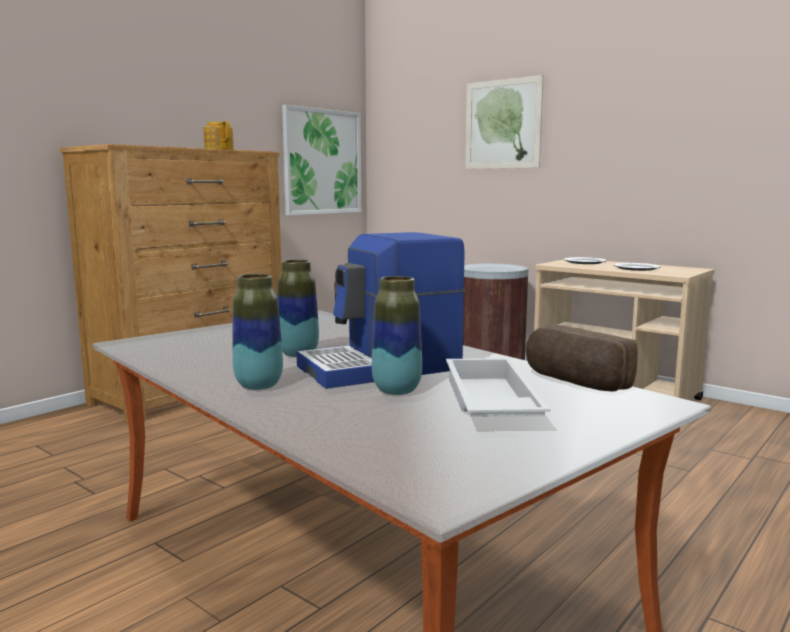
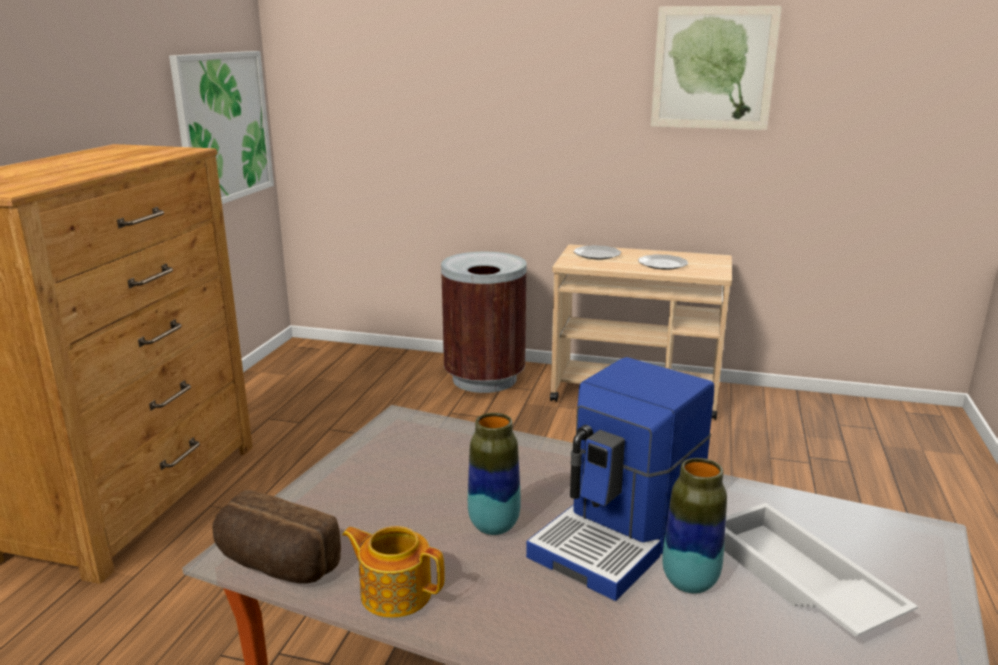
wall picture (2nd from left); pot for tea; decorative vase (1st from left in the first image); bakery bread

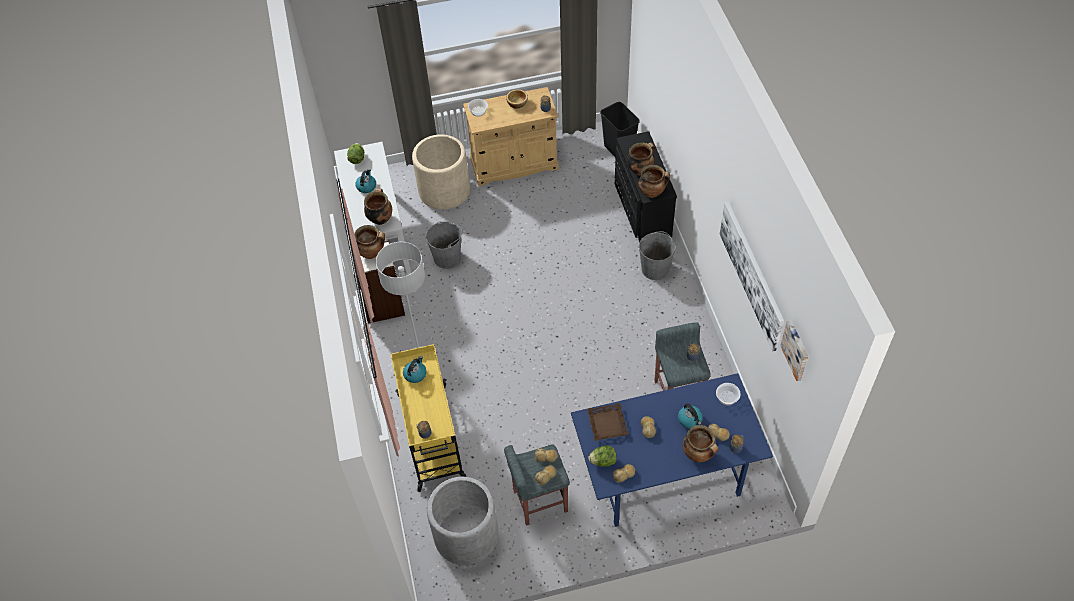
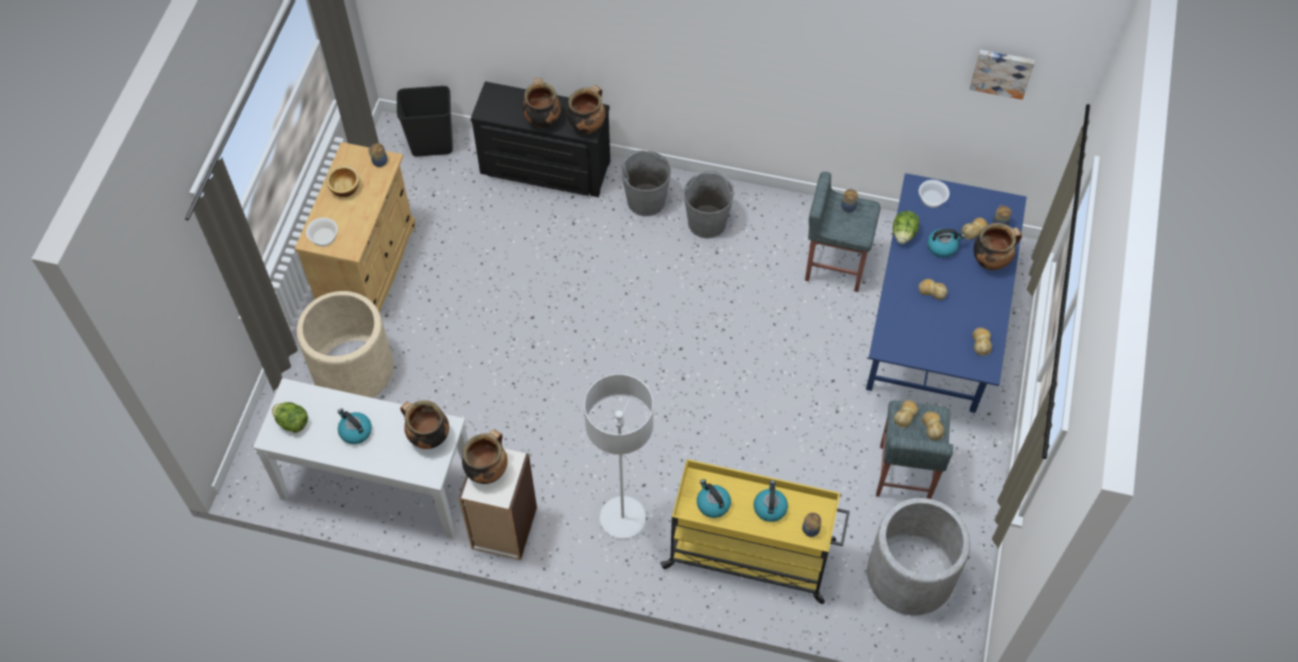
wall picture (1st from left in the first image); greyish water bucket (2nd from left); brownish tray; lettuce head (2nd from left); kettle (3rd from left)

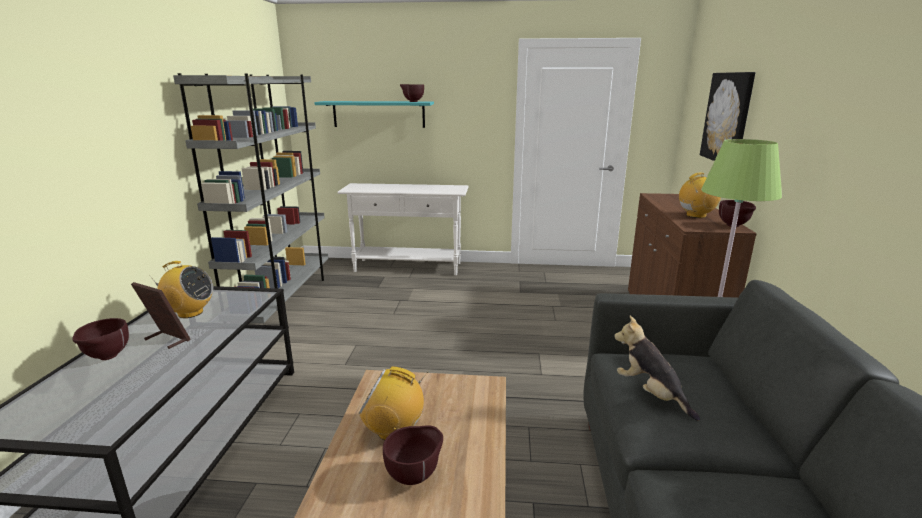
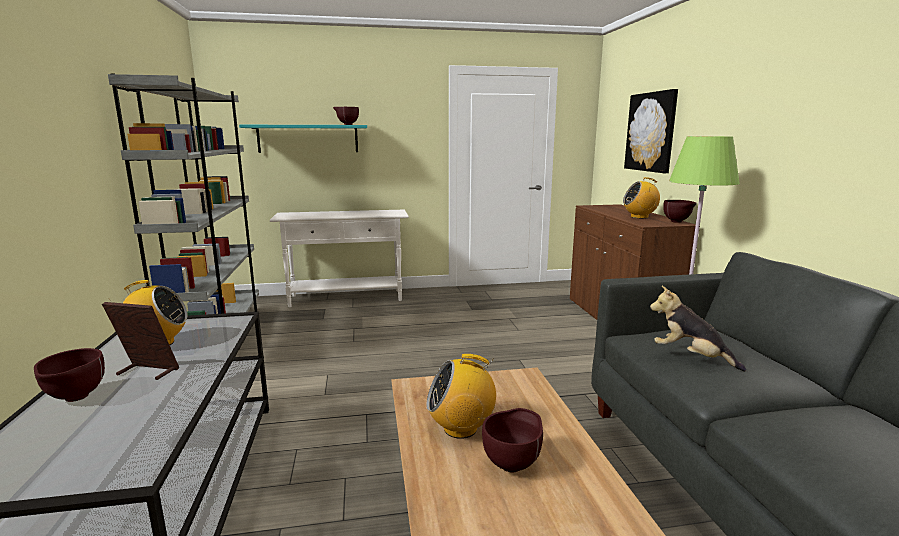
radio (3rd from left)

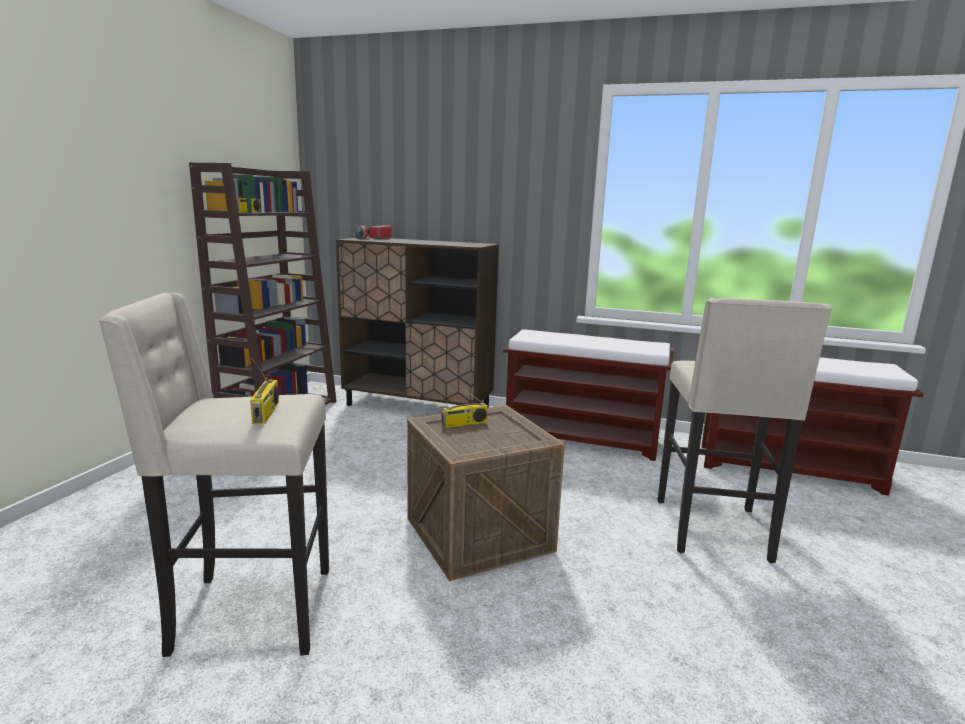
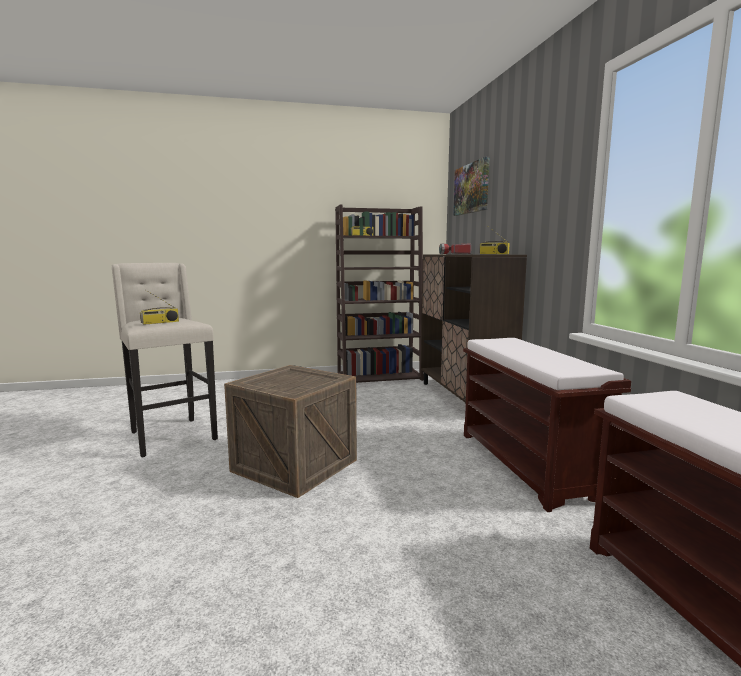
beige stool seat (2nd from left in the first image); radio (3rd from left); wall picture

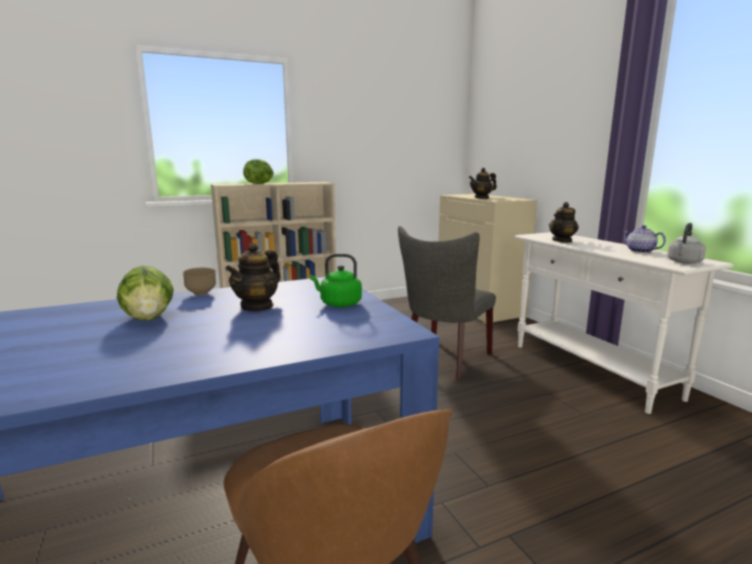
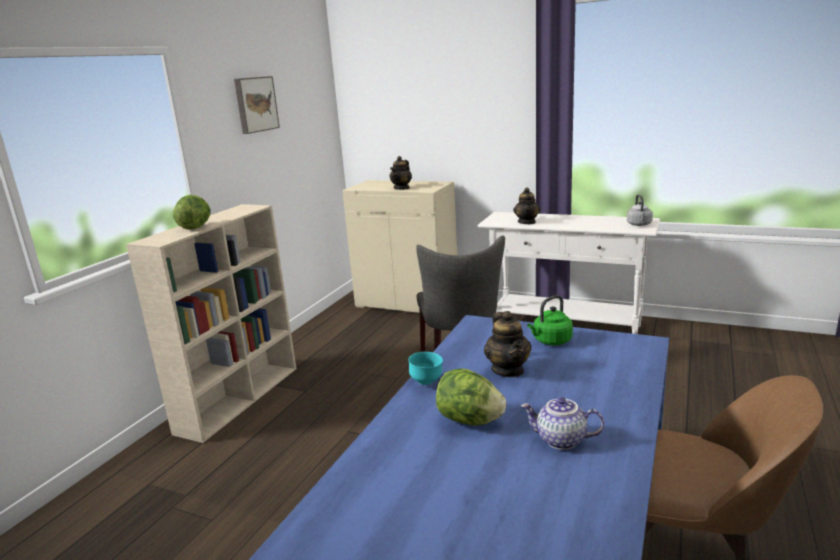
pot for tea (4th from left); turquoise-coloured deep dish; wall picture

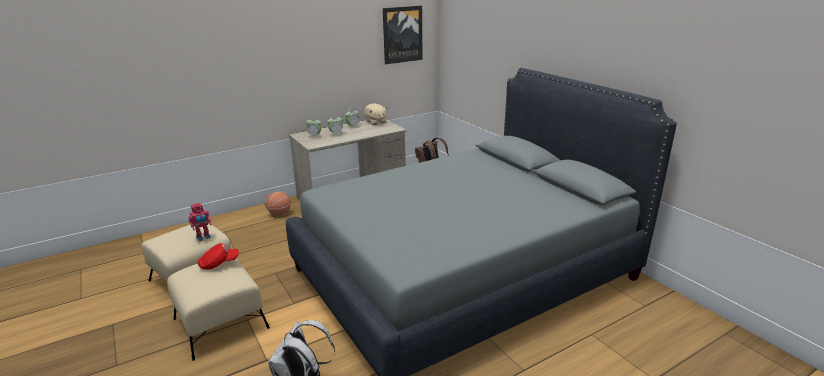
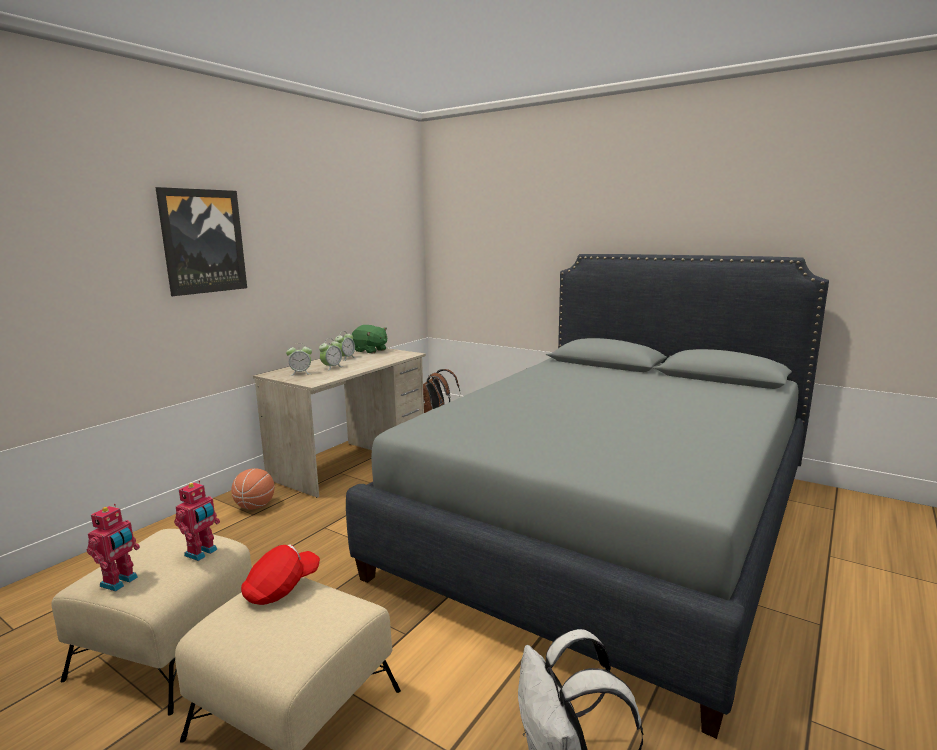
wall picture; greenish cuddly toy; robot figure (1st from left)

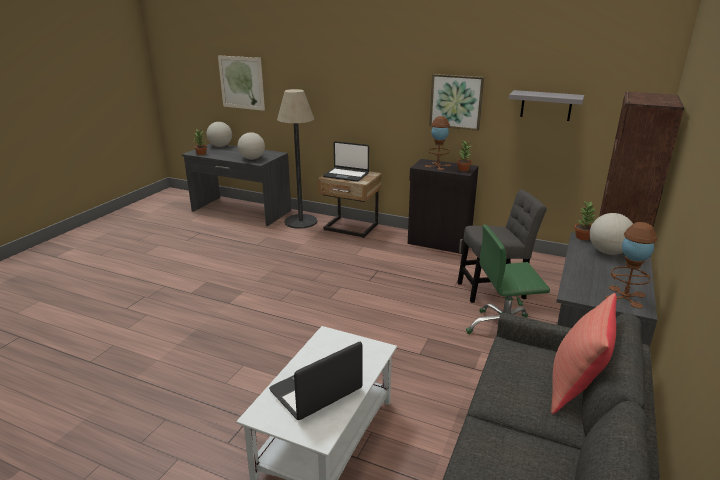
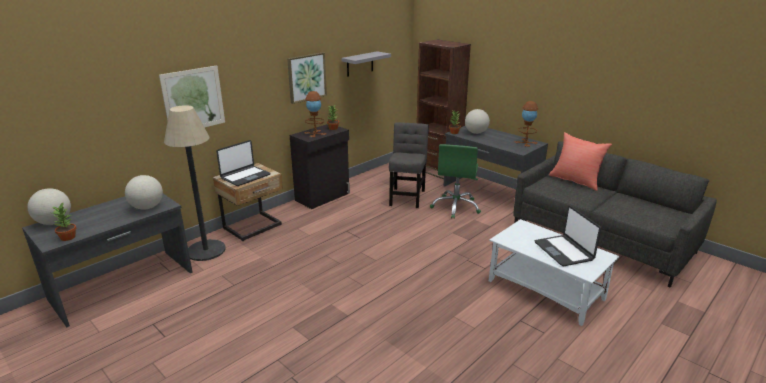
wall picture (1st from left)

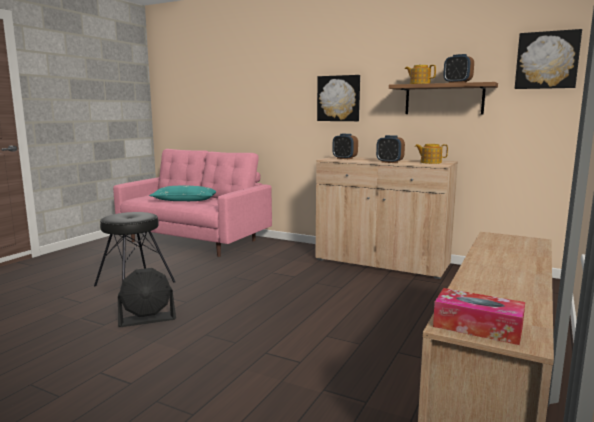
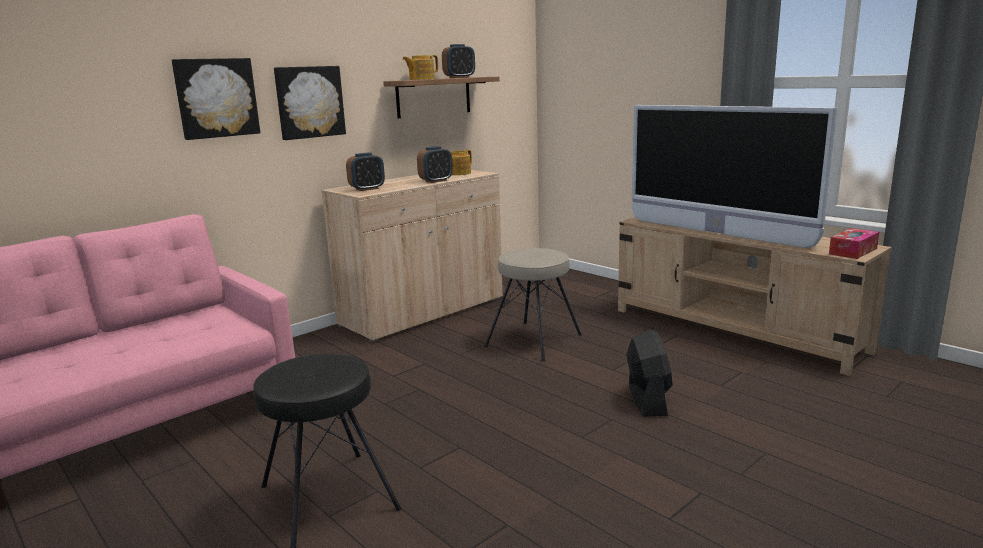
wall picture (1st from left); turquoise-coloured cushion; black-coloured cooling fan; TV; beige stool seat

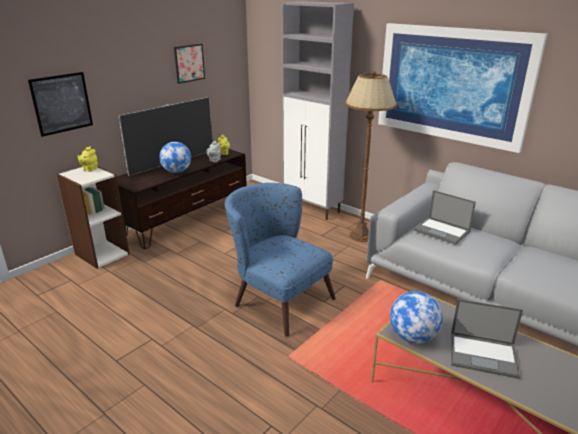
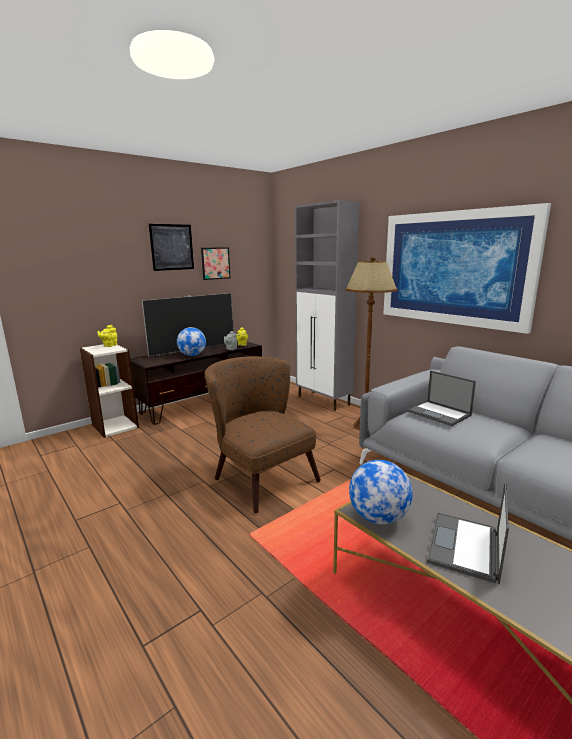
wall picture (1st from left); brownish lounge chair; laptop (2nd from left)

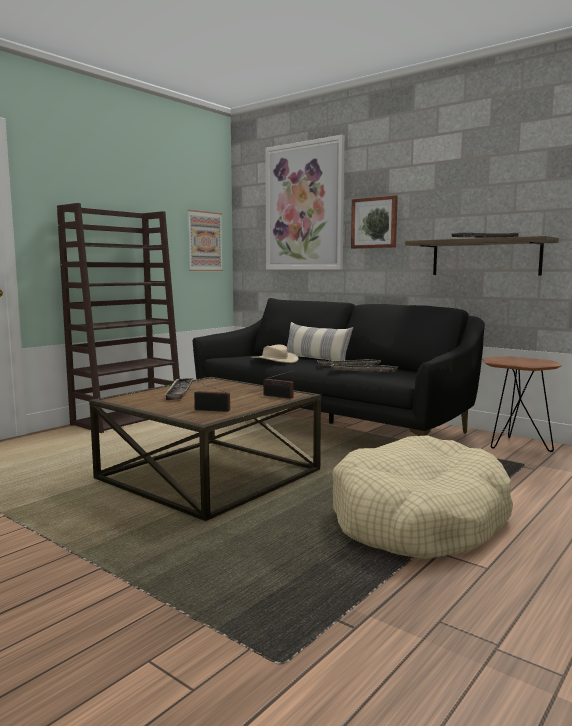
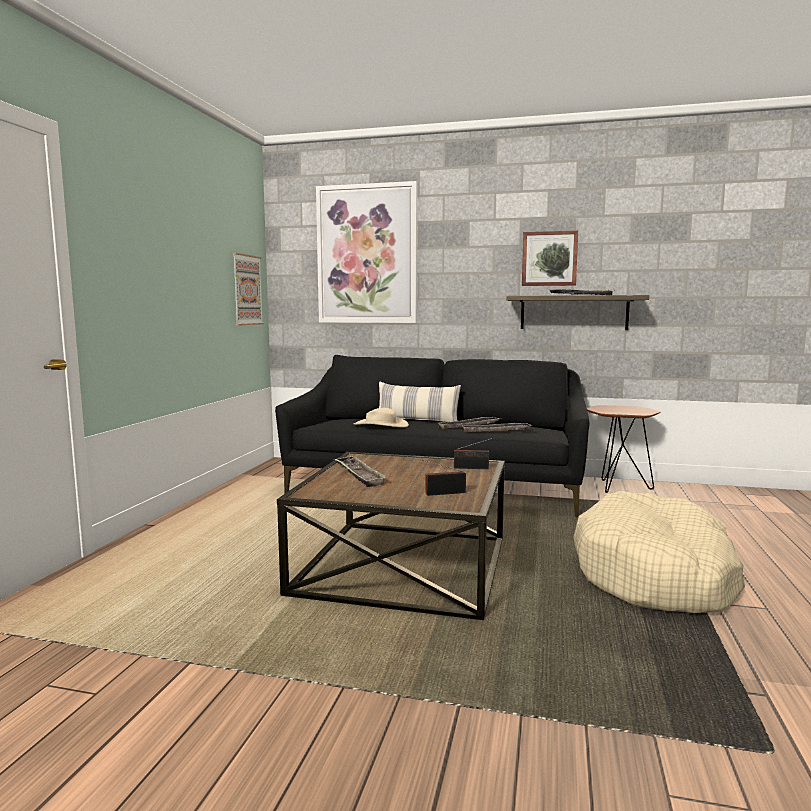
wall picture (3rd from left); brownish bookcase

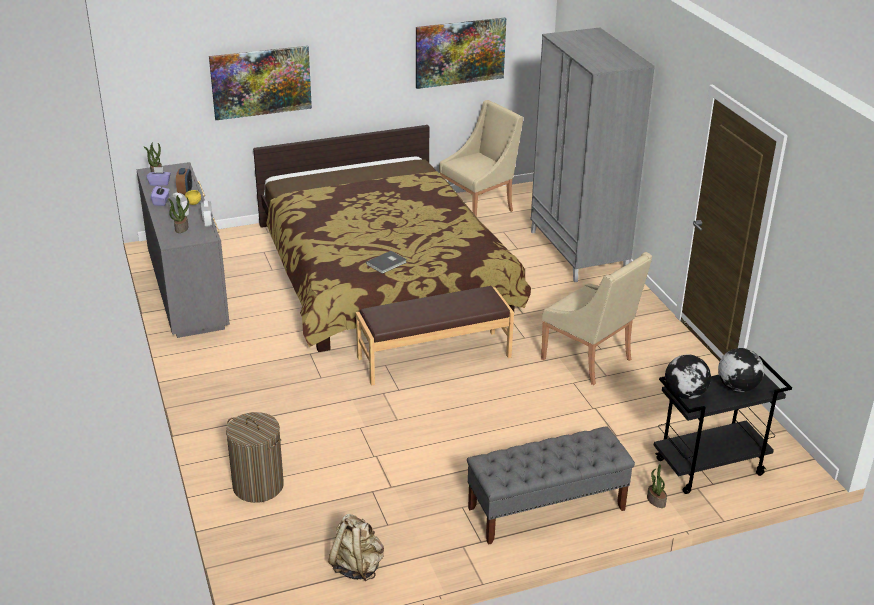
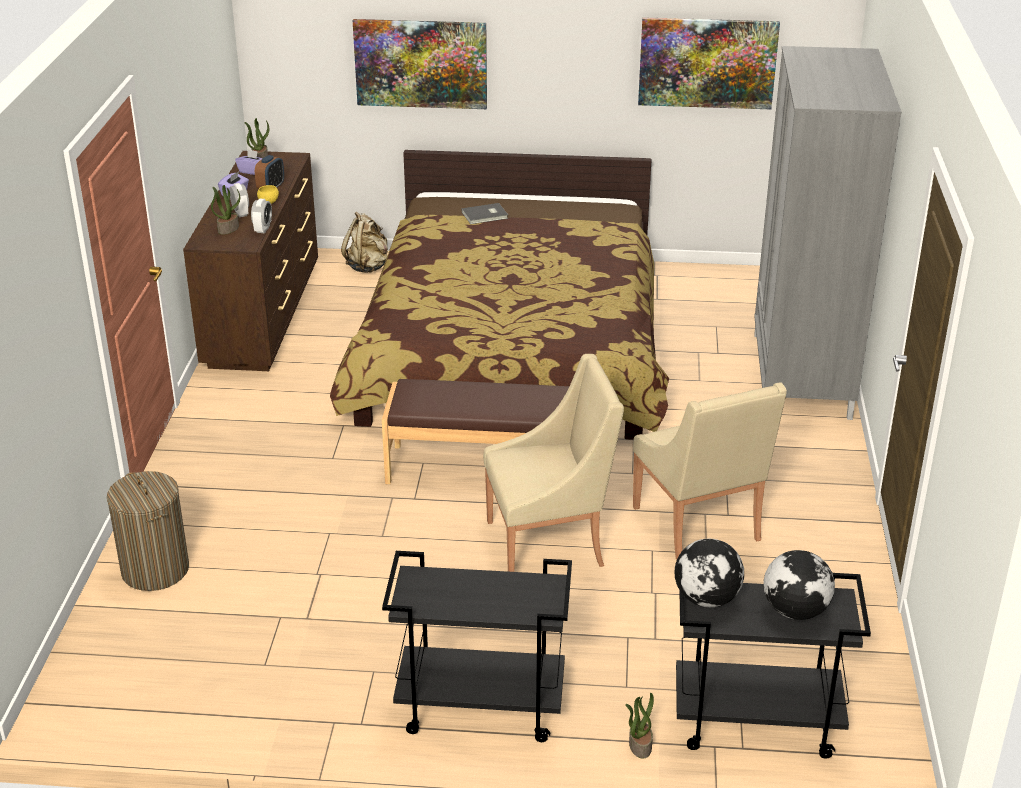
beige lounge chair (1st from left); brownish chest of drawers; greyish volume; black-coloured trolley (1st from left); beige rucksack

